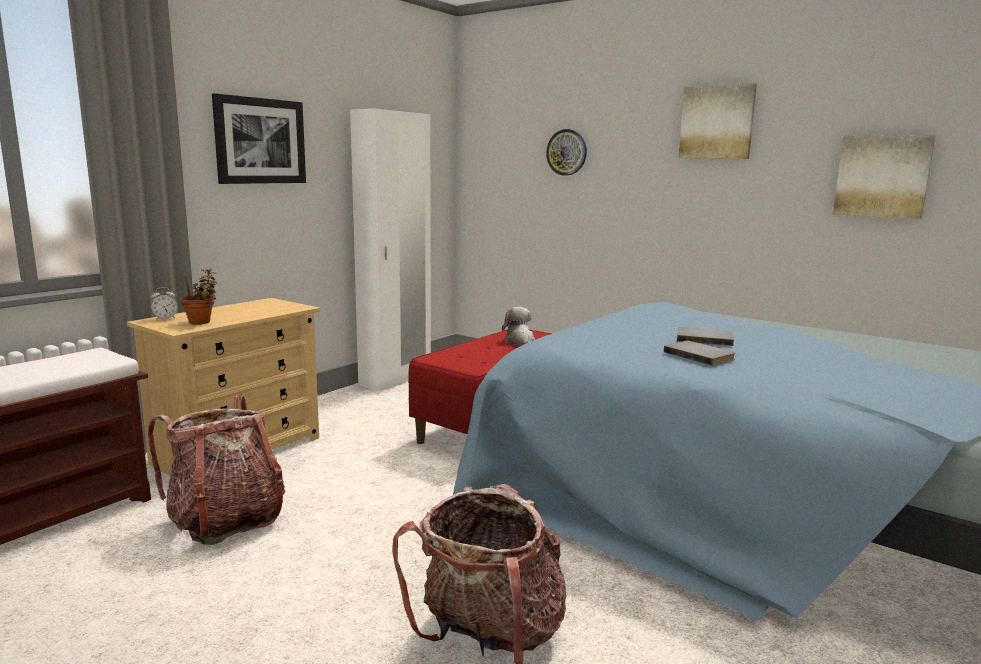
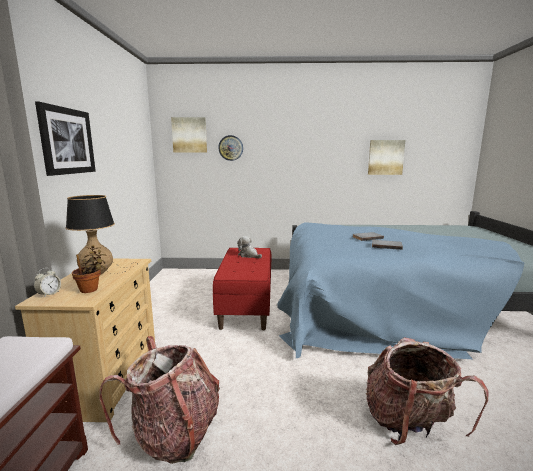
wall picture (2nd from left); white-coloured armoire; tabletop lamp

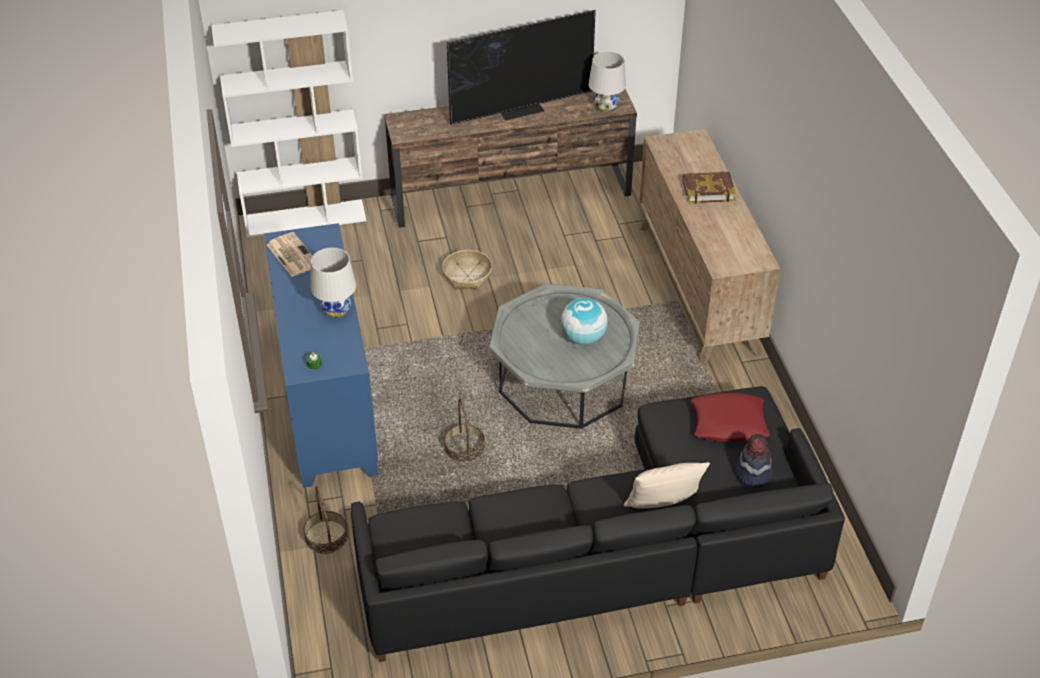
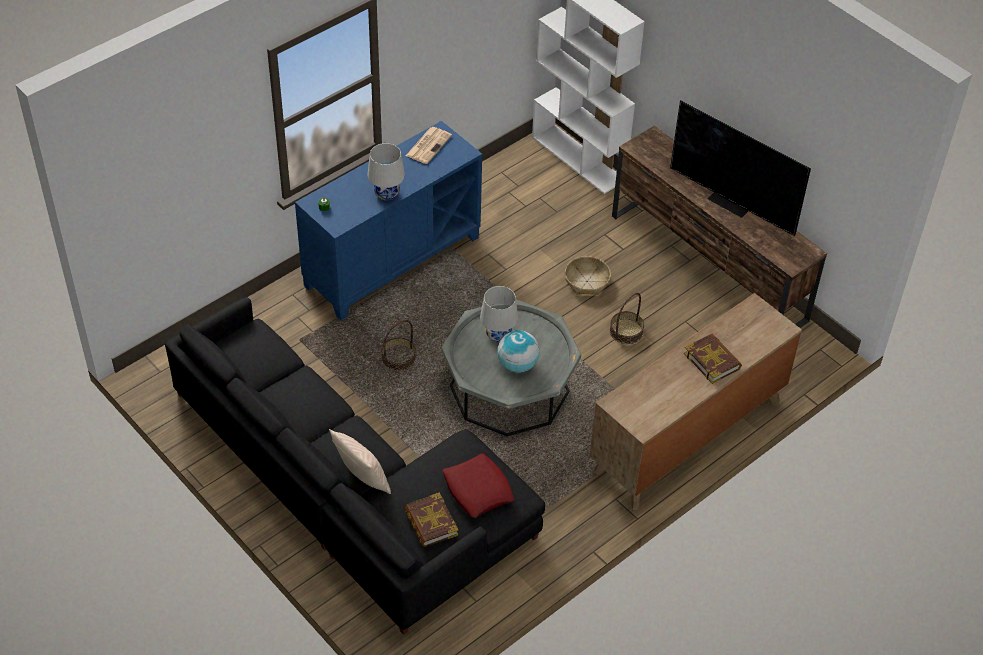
white-coloured tabletop lamp (2nd from left); volume (1st from left); storage basket (3rd from left)

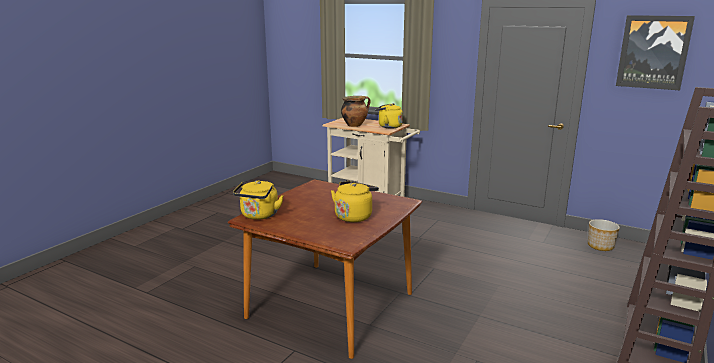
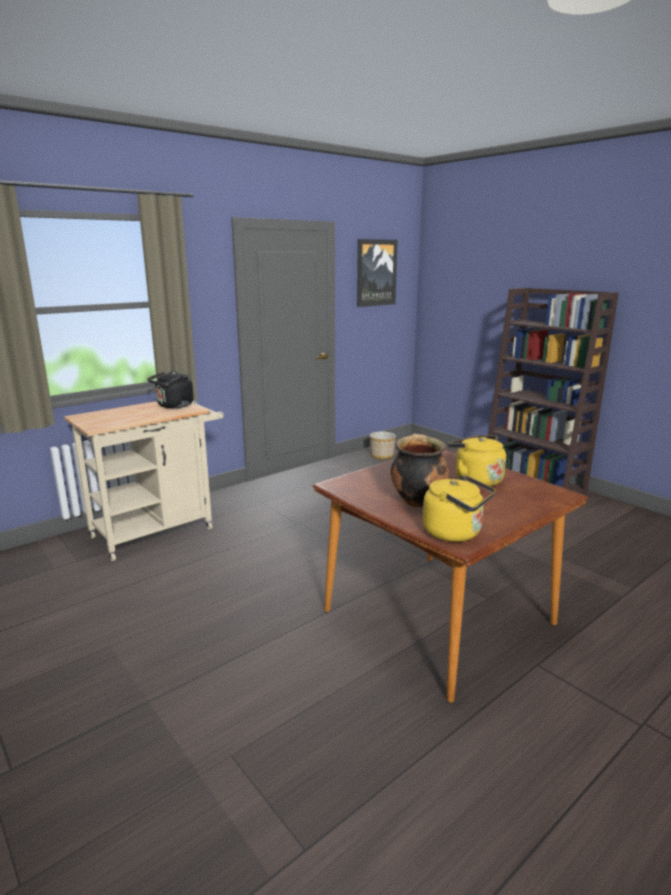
saucepot; black-coloured kettle

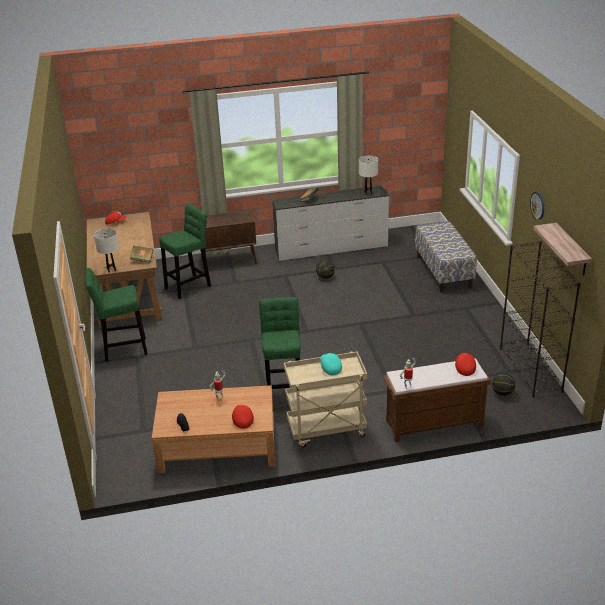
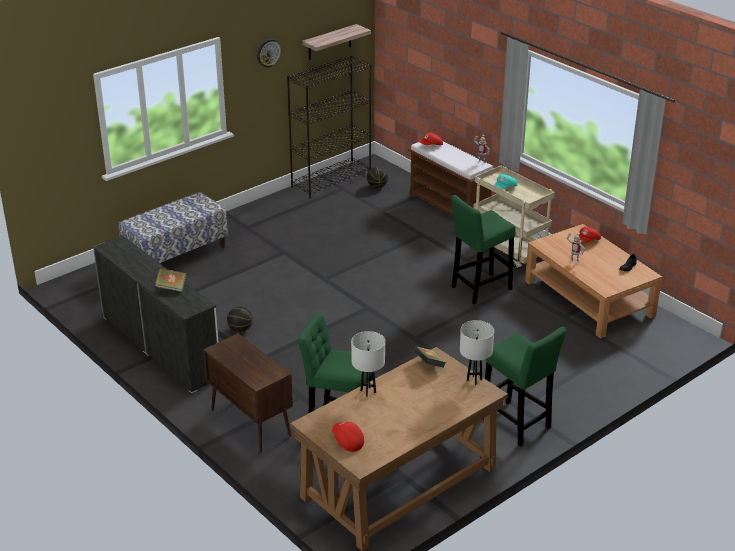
white-coloured tabletop lamp (1st from left)

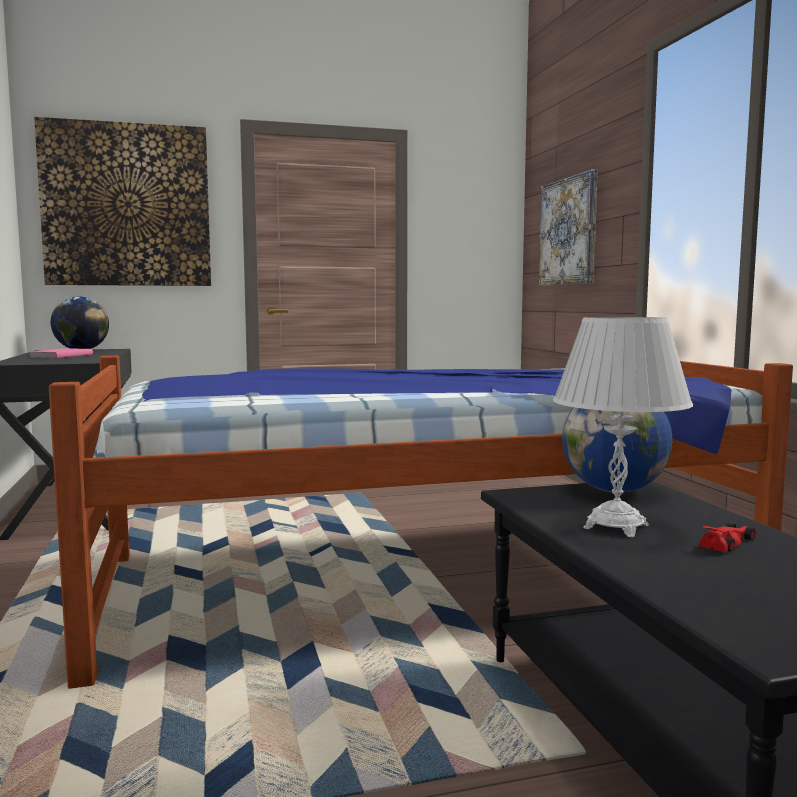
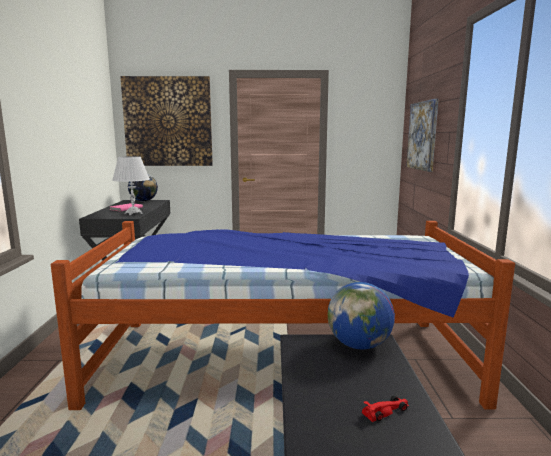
white-coloured tabletop lamp

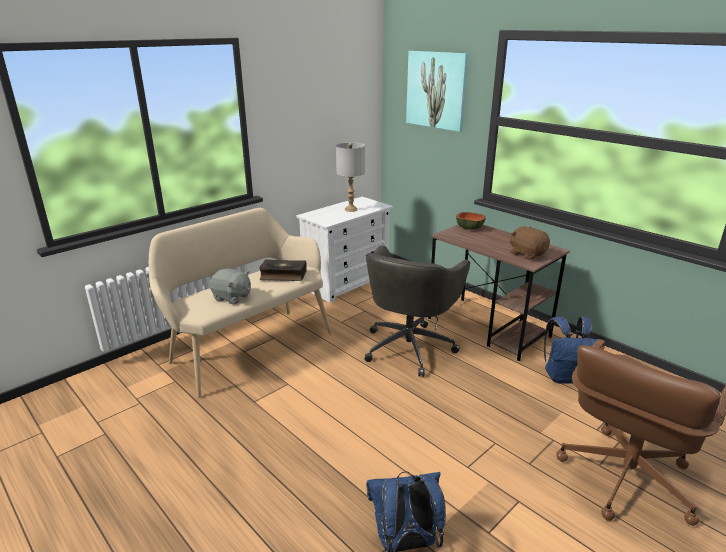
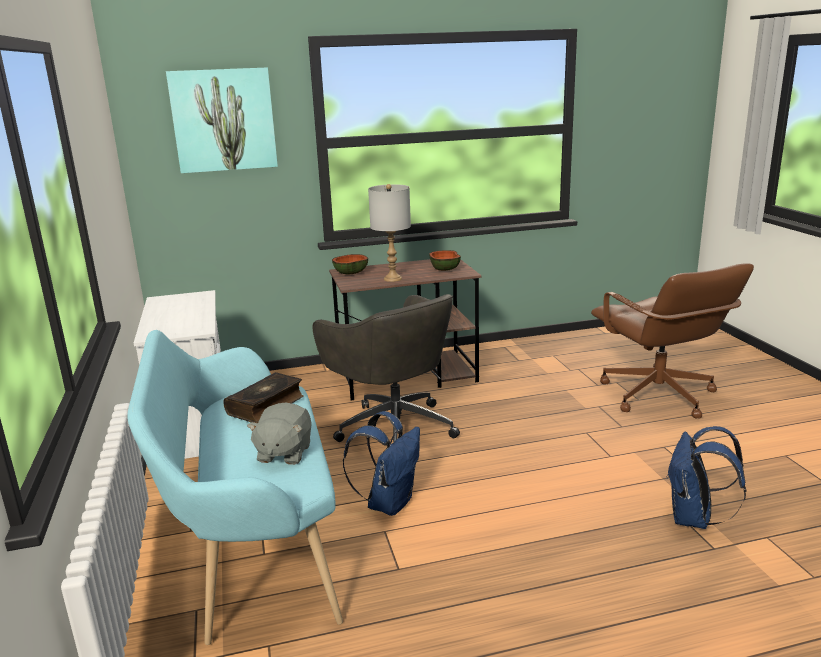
greyish tabletop lamp; turquoise-coloured indoor bench; deep dish (2nd from left); greyish cuddly toy; blue rucksack (1st from left)

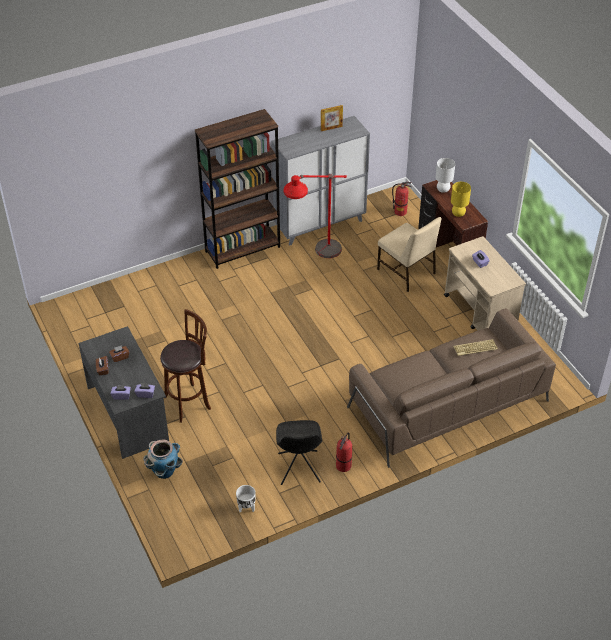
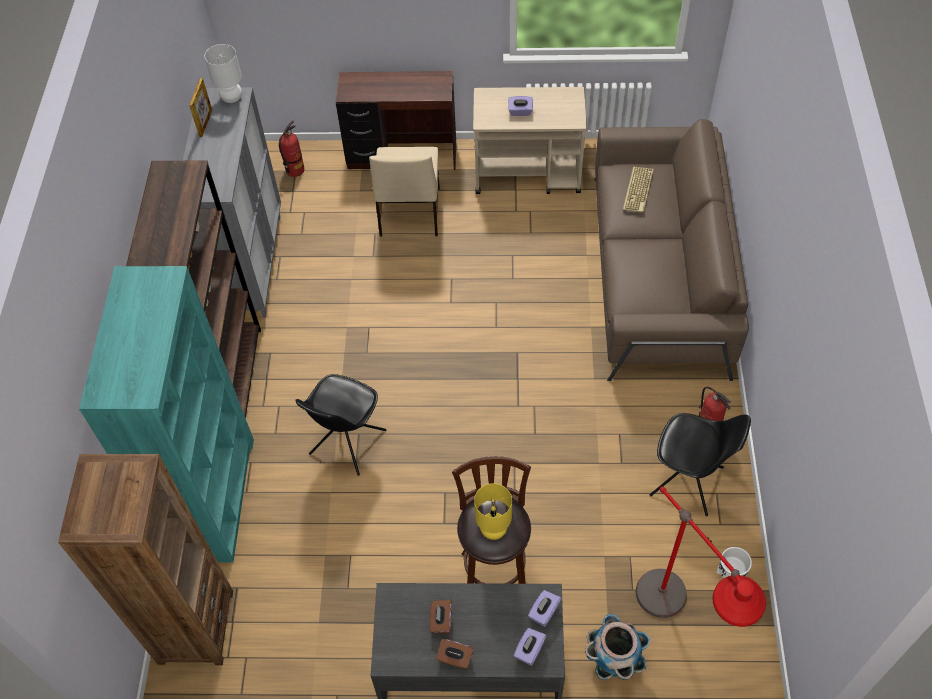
white-coloured tabletop lamp; red standard lamp; yellow tabletop lamp; beige plain chair; turquoise-coloured bookcase; black-coloured plain chair (1st from left); brownish bookcase (1st from left)

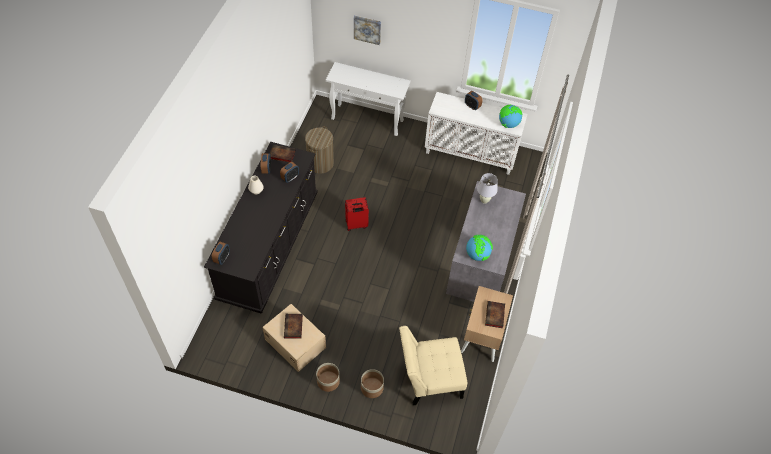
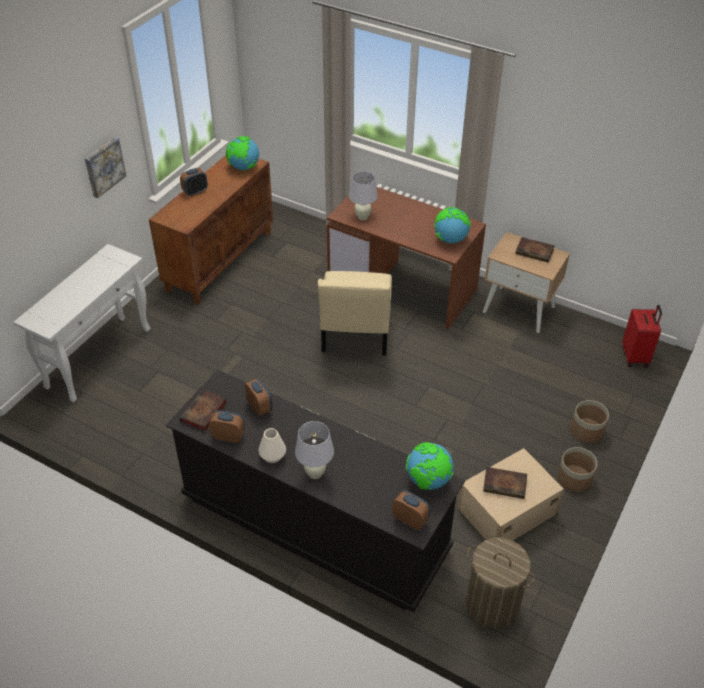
wall picture; brownish cupboard; hamper; brownish desk; red piece of luggage; beige plain chair; white-coloured tabletop lamp (1st from left); desk globe (2nd from left)

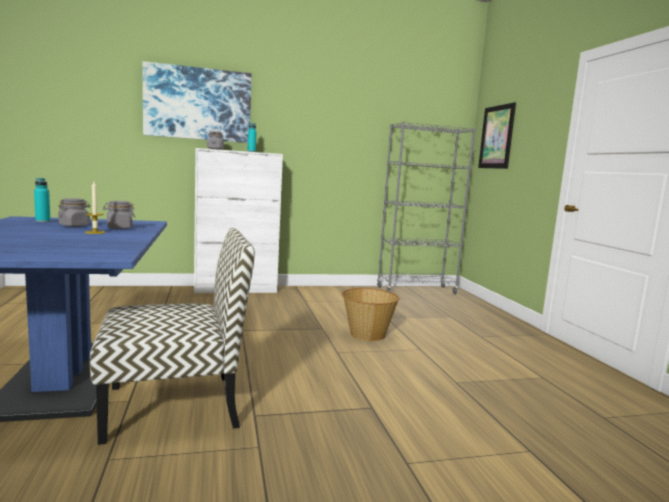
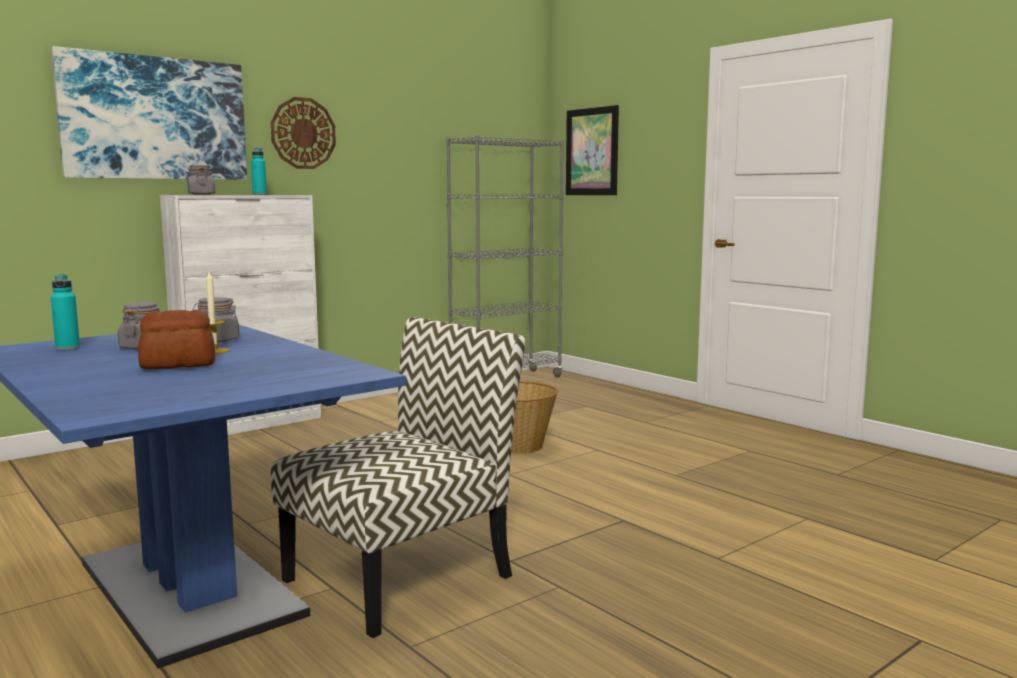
clock on the wall; bakery bread

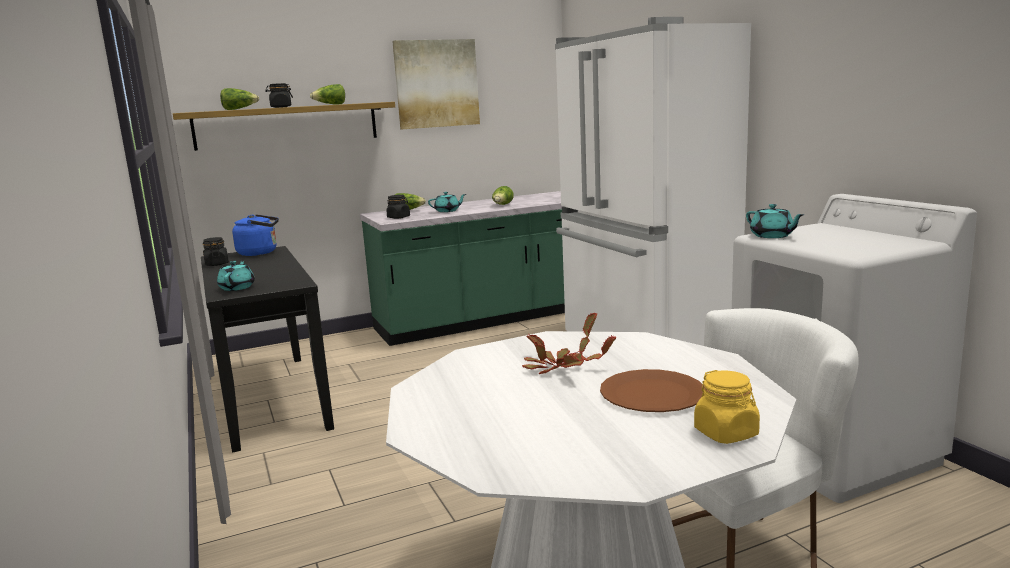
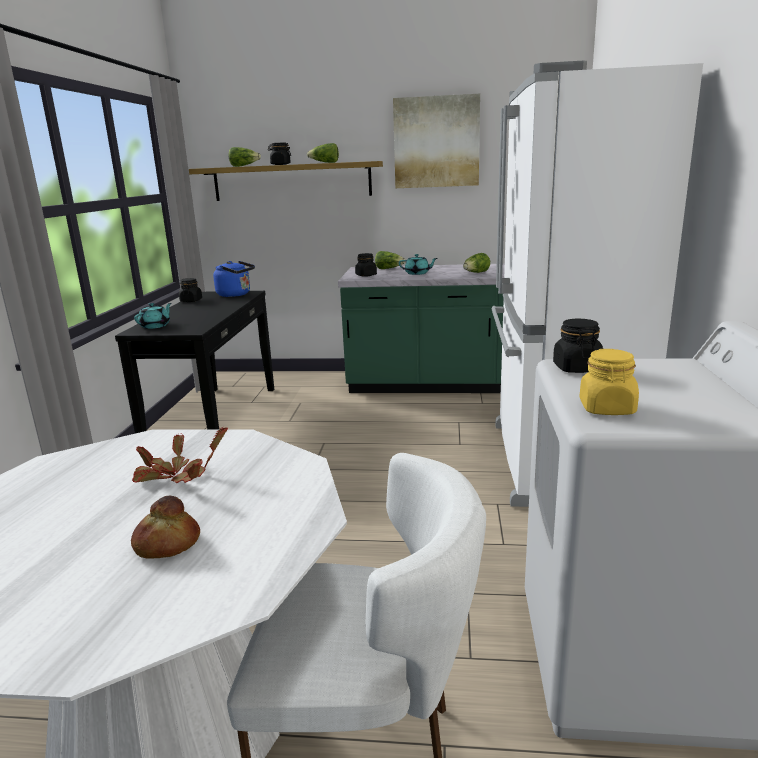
black-coloured jar (4th from left); bakery bread; yellow jar

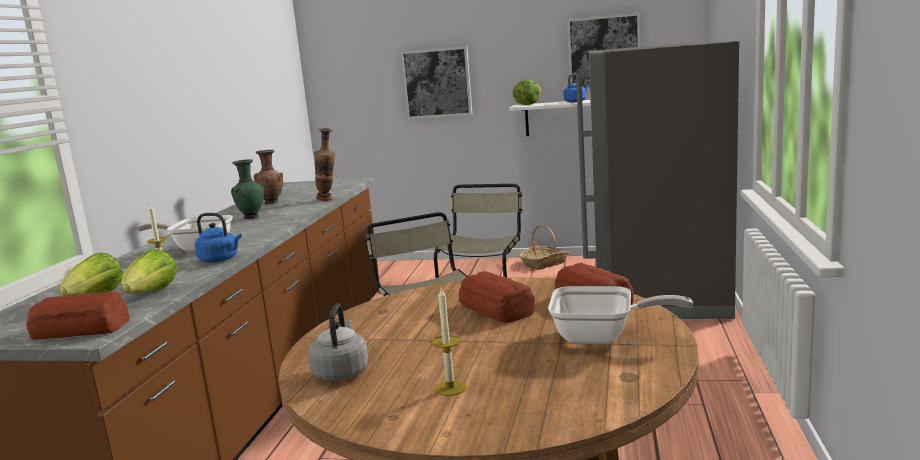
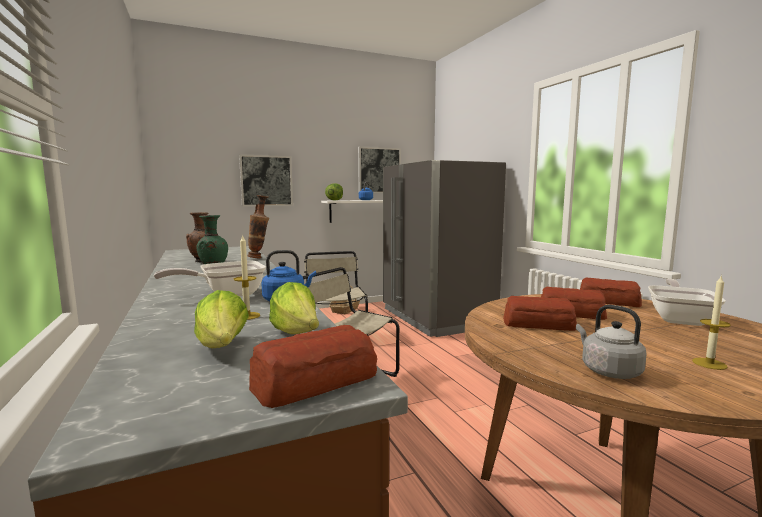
skillet (2nd from left); bakery bread (2nd from left)

